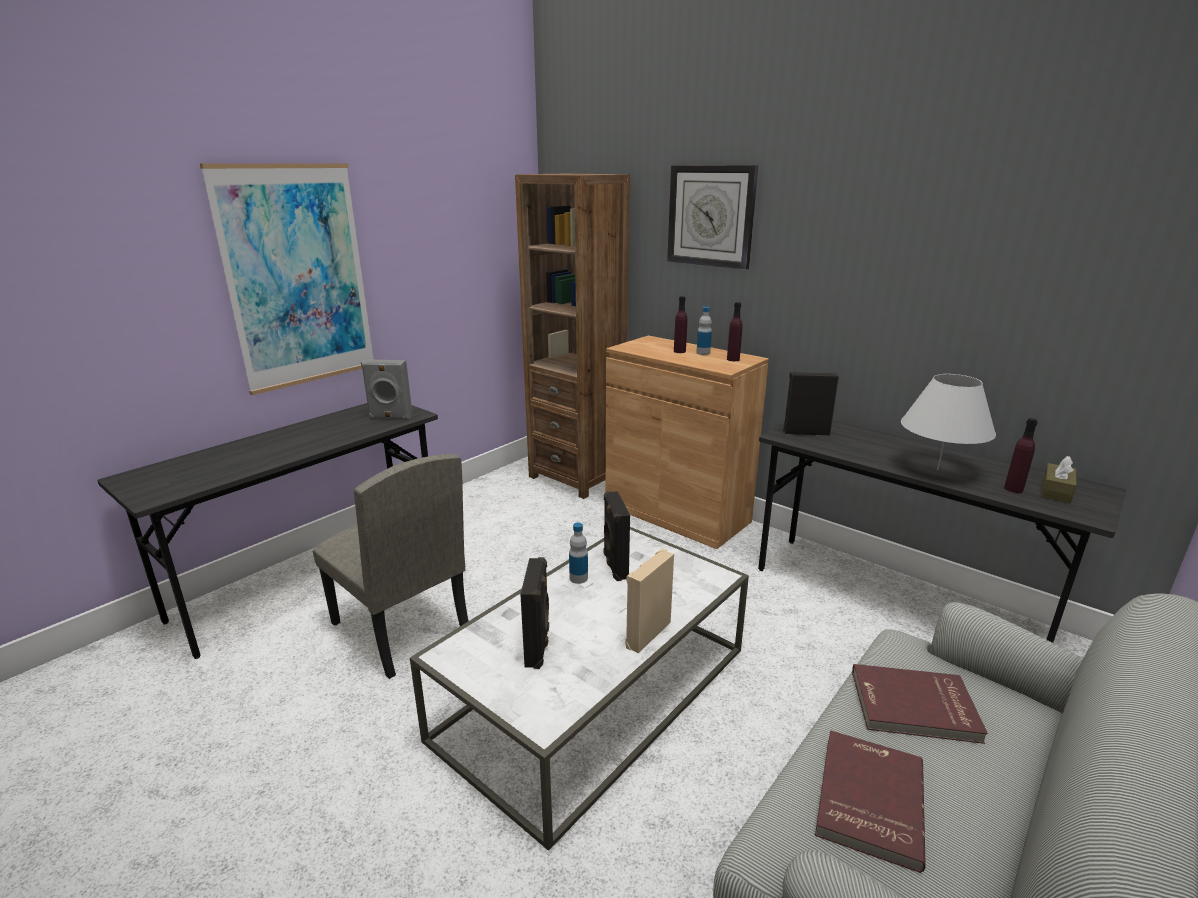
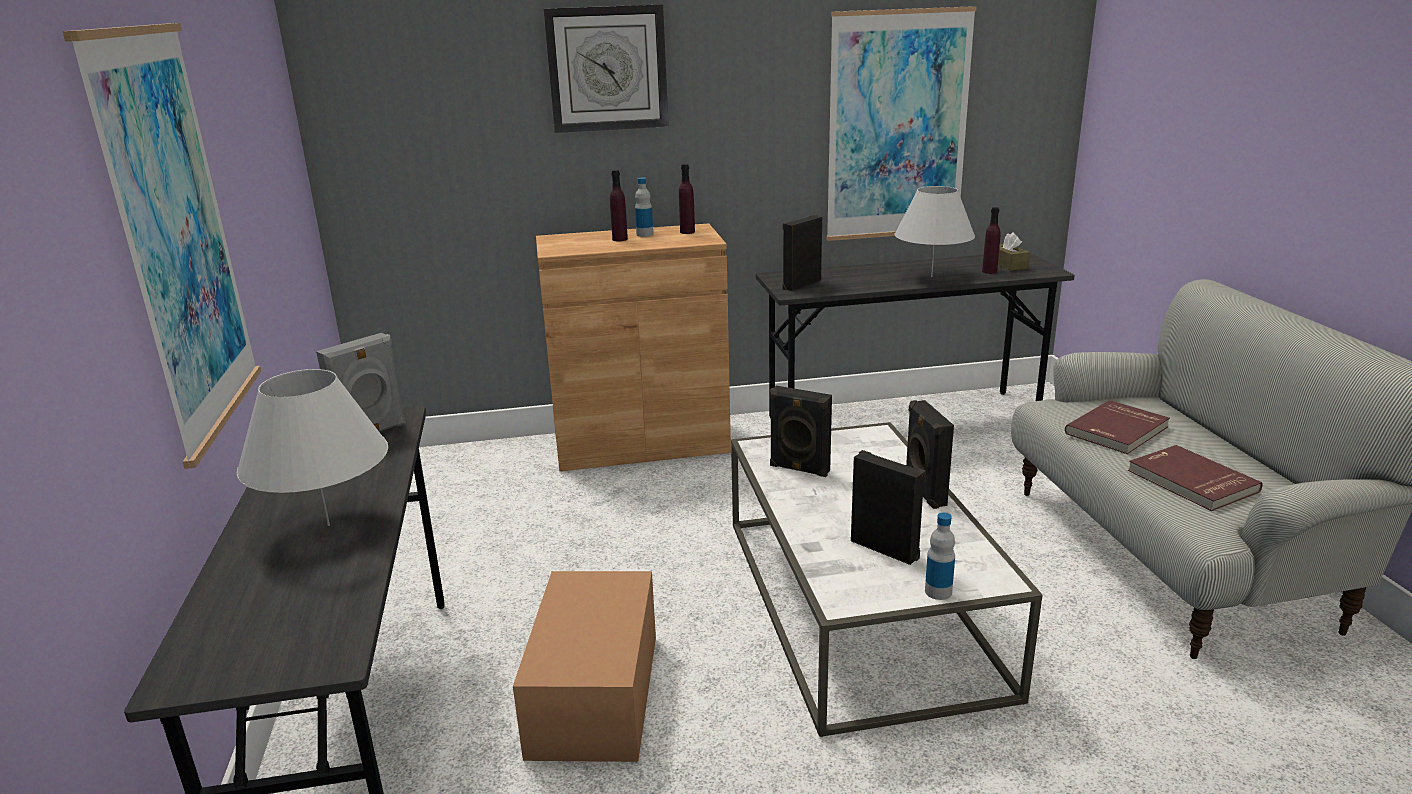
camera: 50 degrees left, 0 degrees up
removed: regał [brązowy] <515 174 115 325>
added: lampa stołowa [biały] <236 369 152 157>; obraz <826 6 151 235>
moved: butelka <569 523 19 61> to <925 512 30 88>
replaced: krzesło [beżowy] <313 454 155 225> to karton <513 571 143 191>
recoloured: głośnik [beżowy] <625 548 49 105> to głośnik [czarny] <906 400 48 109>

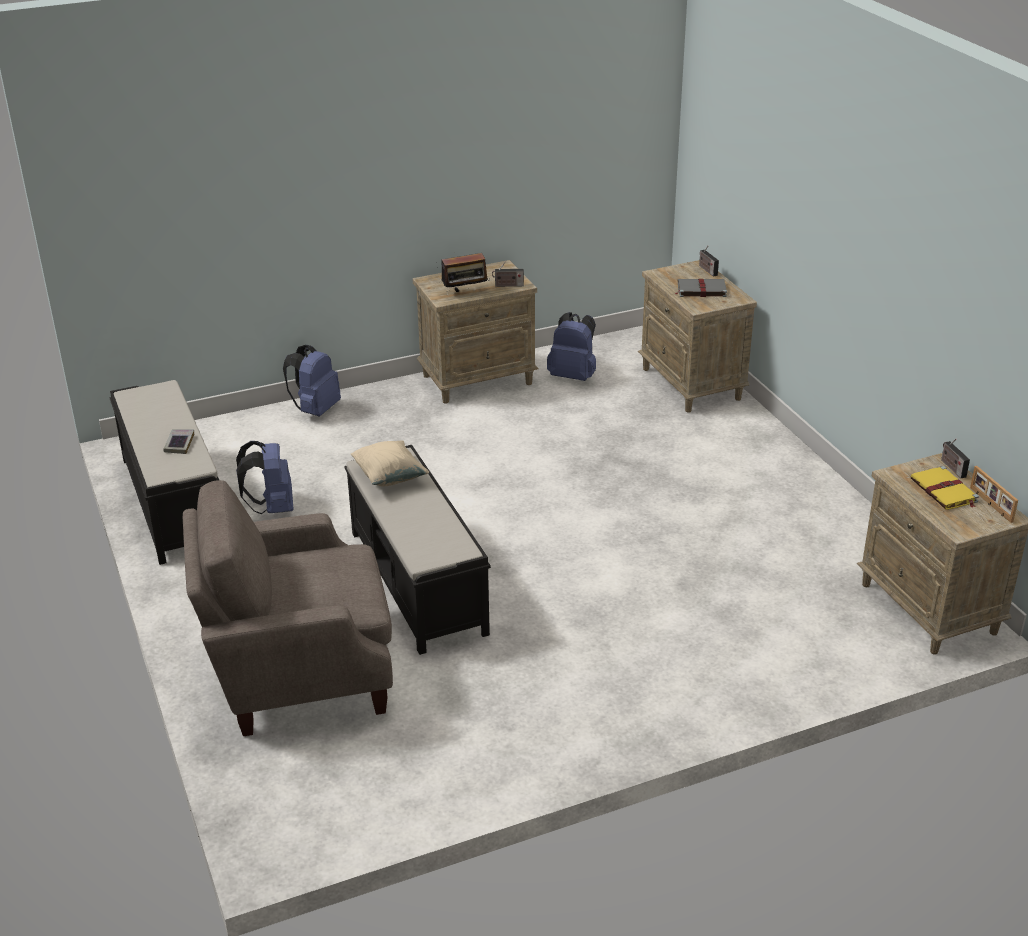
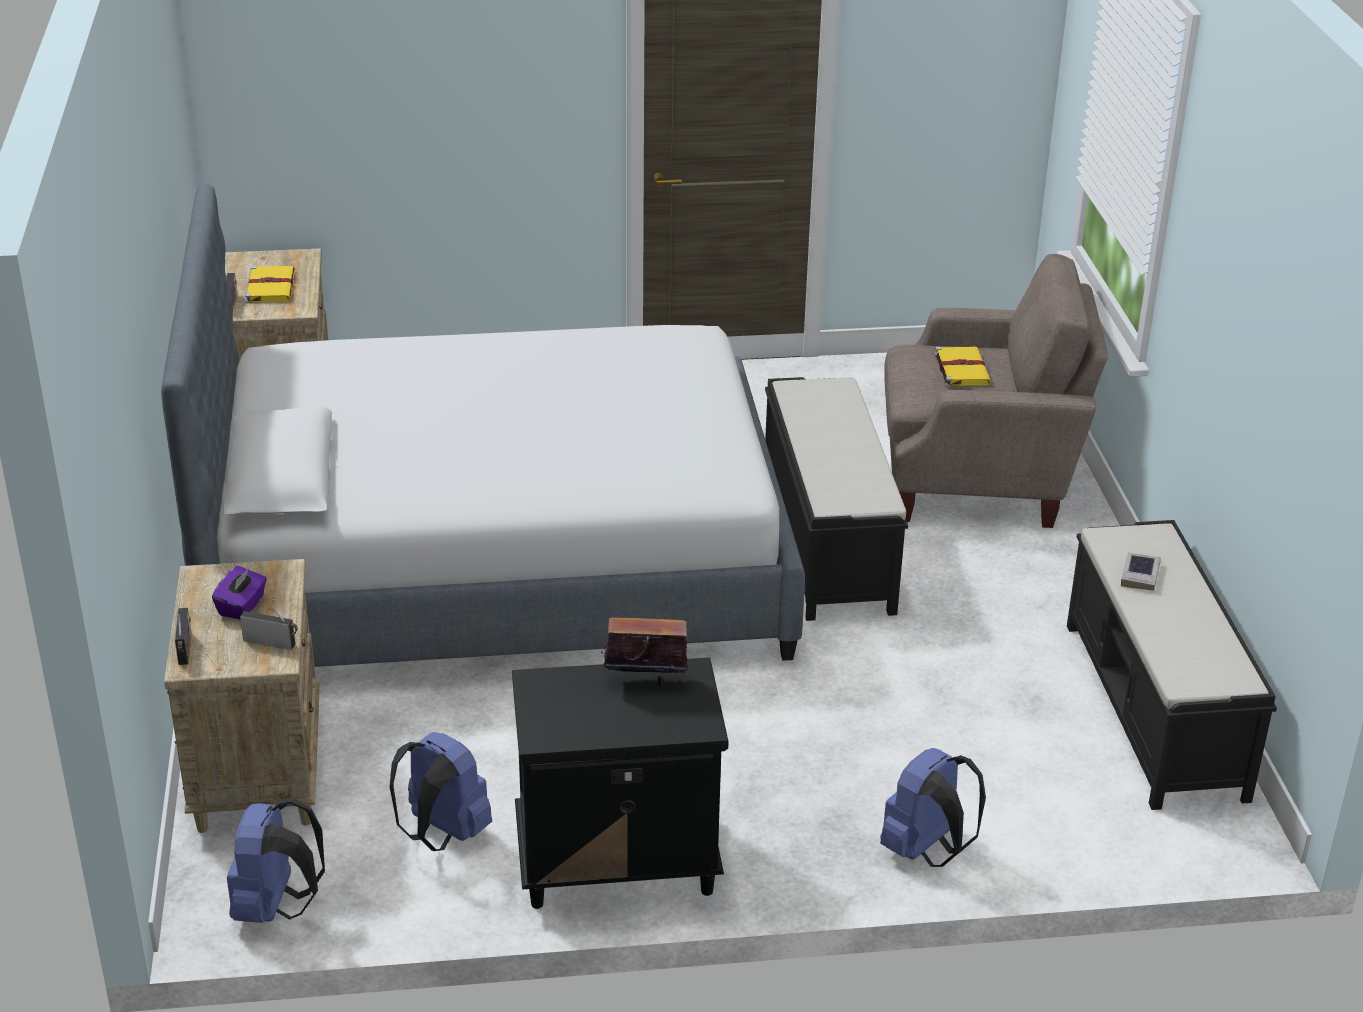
camera: 165 degrees left, 0 degrees up
removed: poduszka [beżowy] <351 440 78 47>; ramka na zdjęcie <970 466 48 57>
added: łóżko <161 183 644 484>; książka [żółty] <935 347 56 40>
moved: plecak [niebieski] <236 441 57 73> to <227 799 98 124>; radio <492 262 32 25> to <240 605 58 45>
replaced: książka [szary] <676 279 51 18> to pudełko chusteczek [fioletowy] <212 566 55 54>
recoloured: szafka nocna [beżowy] <413 260 126 143> to szafka nocna [czarny] <512 657 216 252>

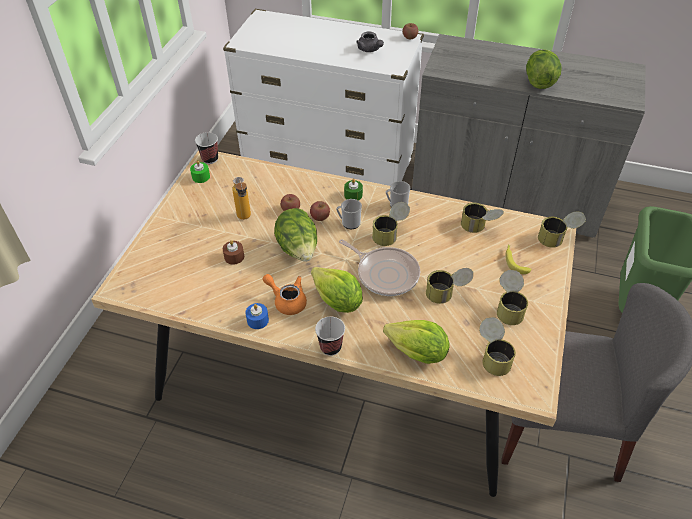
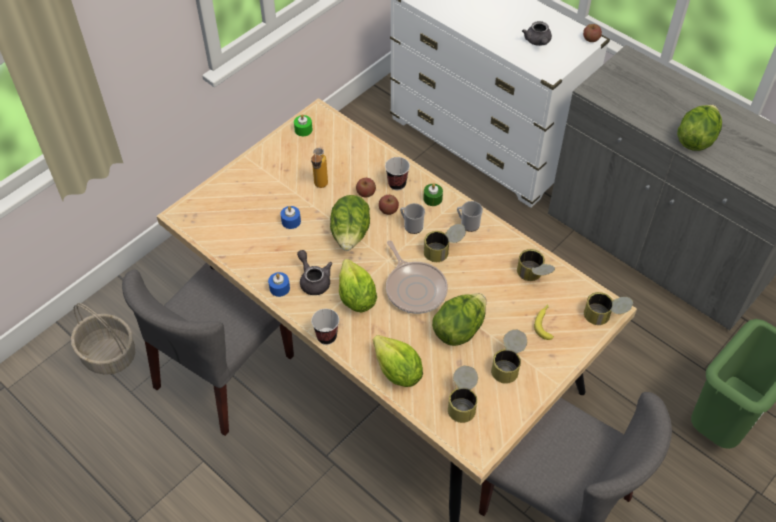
camera: 25 degrees right, 5 degrees up
added: koszyk <71 303 64 72>; krzesło [szary] <122 263 172 173>
moved: filiżanka <195 132 23 32> to <385 157 25 33>
replaced: puszka <426 268 47 36> to sałata <432 293 54 53>
recoloured: świeca [brązowy] <223 240 21 25> to świeca [niebieski] <281 206 20 23>; imbryk [pomarańczowy] <263 274 44 41> to imbryk [szary] <297 250 35 45>

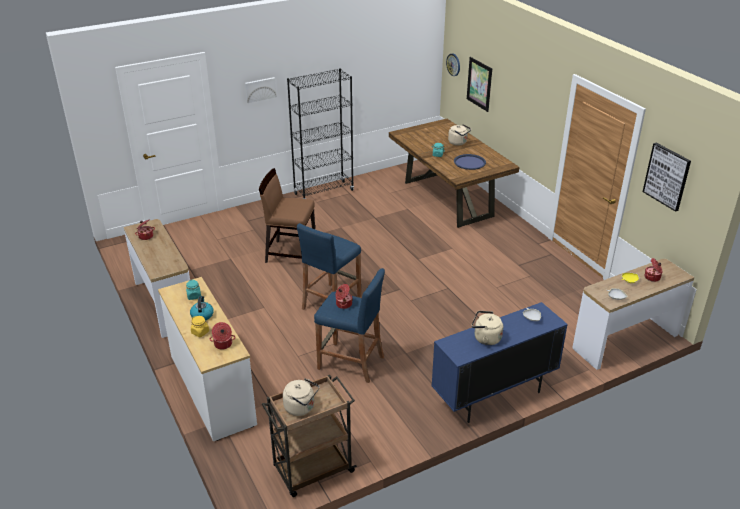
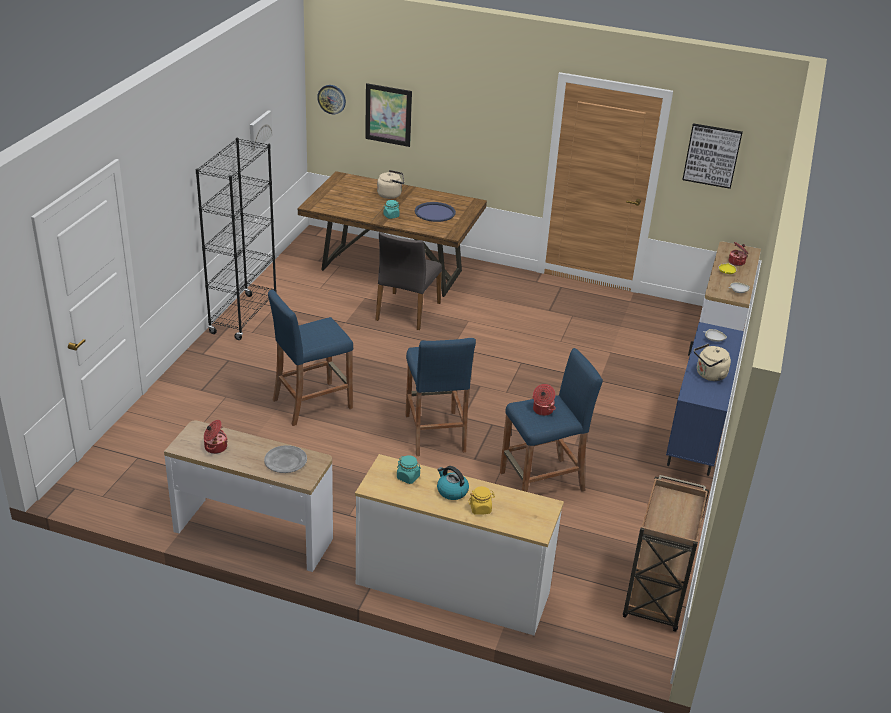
camera: 45 degrees left, 0 degrees up
removed: garnek <210 322 25 28>; czajnik [beżowy] <283 378 37 38>
added: talerz [szary] <264 445 43 28>; krzesło [szary] <376 232 66 98>
moved: obraz <245 77 31 26> to <250 110 22 41>
replaced: krzesło [brązowy] <259 168 56 95> to stołek [niebieski] <268 290 85 136>

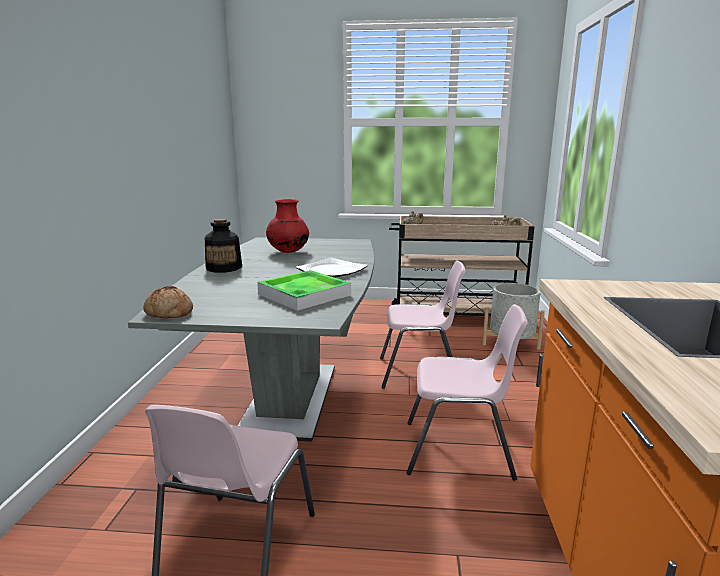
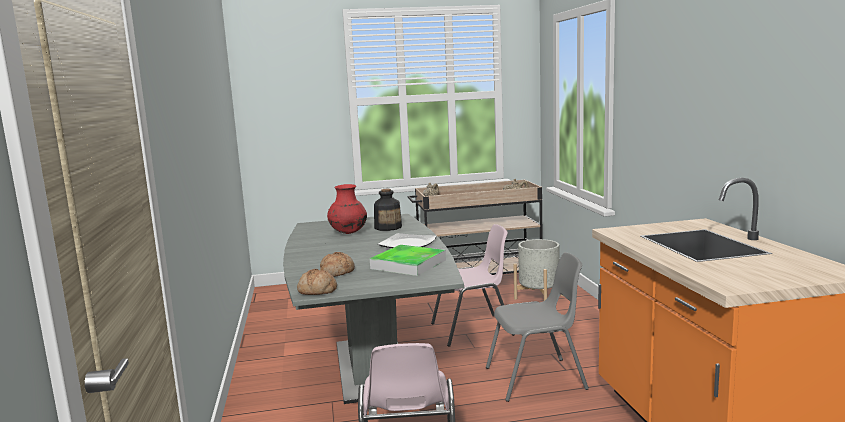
camera: 15 degrees left, 5 degrees down
added: chleb <320 252 35 25>
moved: butelka <205 219 37 54> to <374 189 28 42>
recoloured: krzesło [różowy] <406 304 122 177> to krzesło [szary] <486 252 103 150>

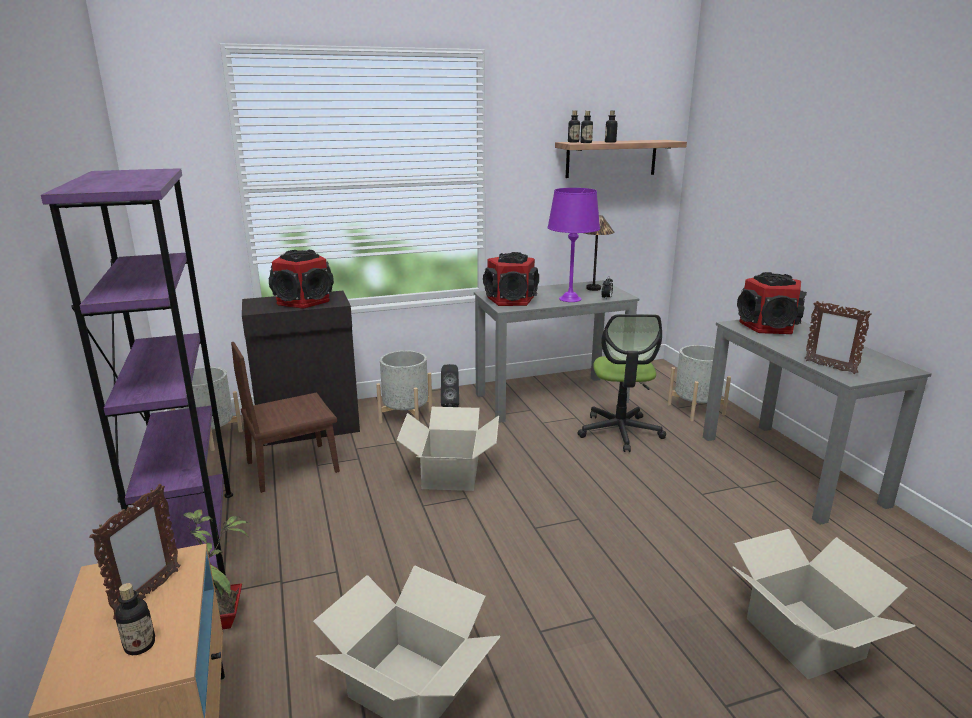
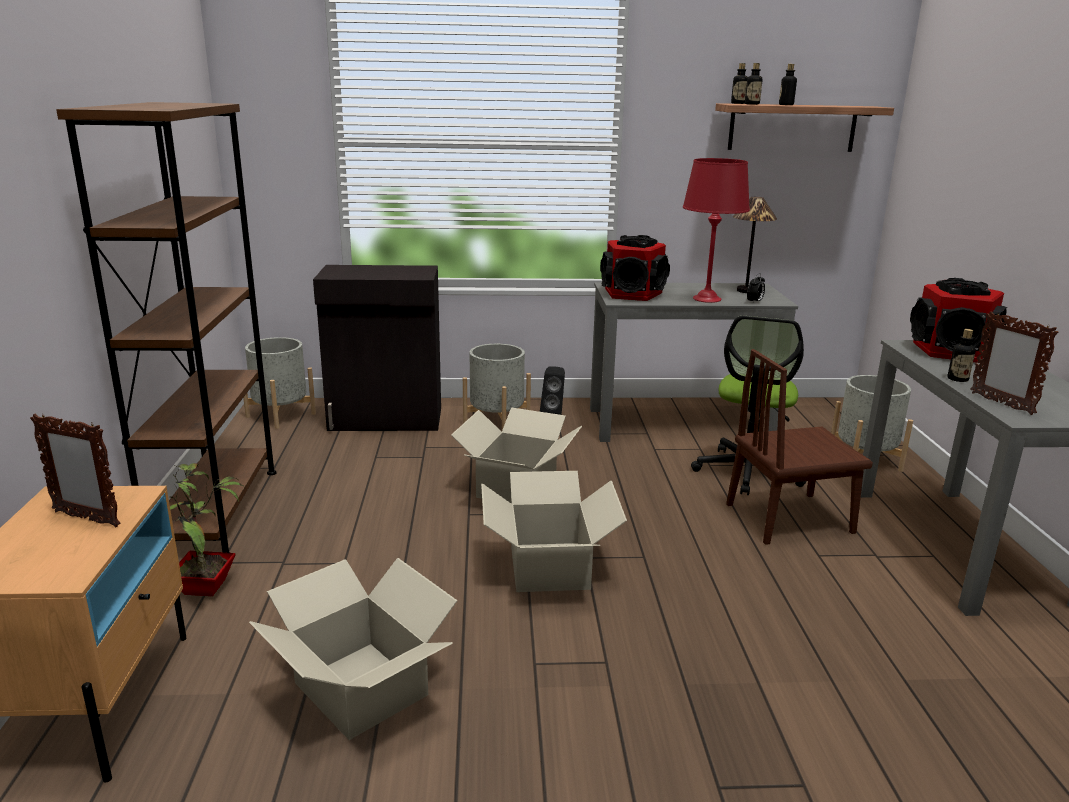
camera: 15 degrees right, 0 degrees up
removed: głośnik <269 250 65 59>
moved: karton <733 529 183 150> to <481 471 146 121>; krzesło [brązowy] <231 342 109 151> to <726 349 147 196>; butelka <115 583 40 72> to <947 329 29 53>
recoloured: regał [fioletowy] <41 168 192 408> to regał [brązowy] <56 102 220 451>; lampa stołowa [fioletowy] <547 188 53 114> to lampa stołowa [czerwony] <683 158 67 145>
turned: ramka na zdjęcie <89 484 92 135> = <30 414 90 113> 75 degrees clockwise

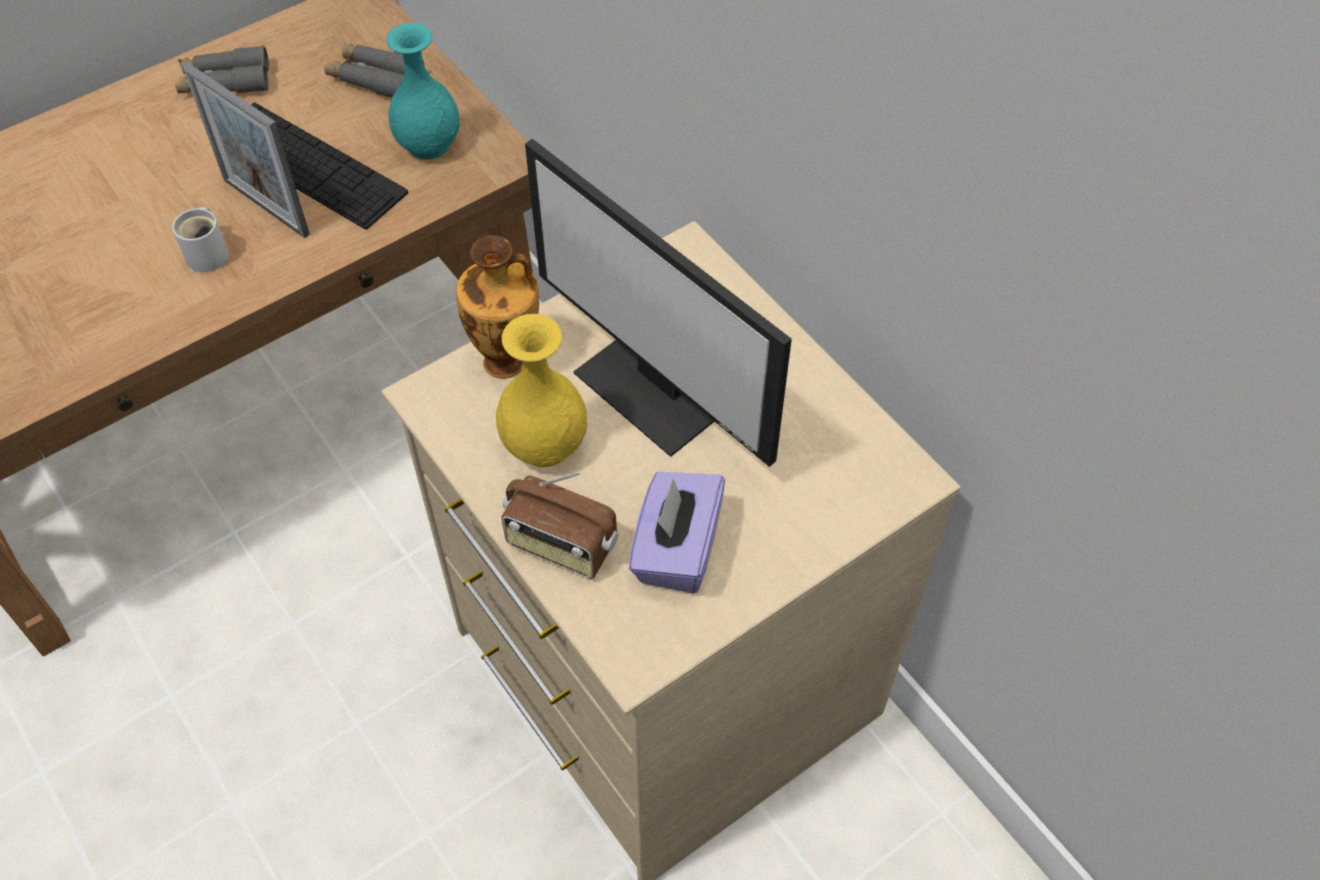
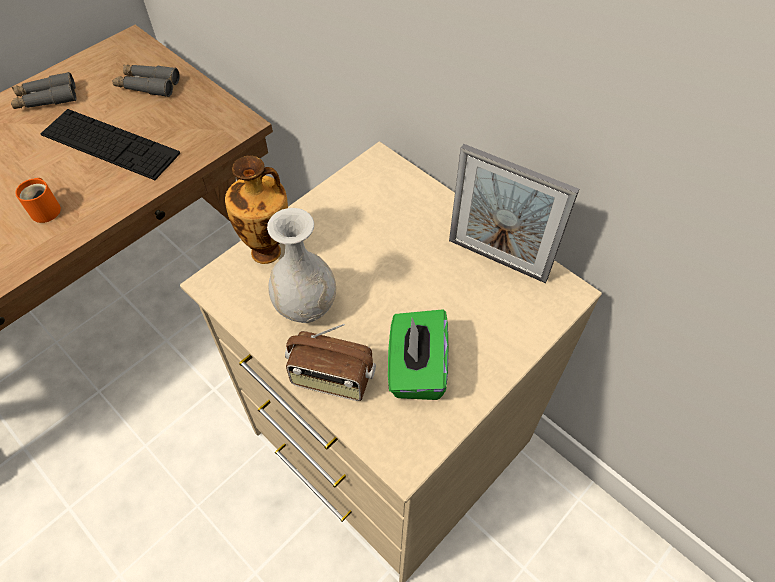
camera: 10 degrees left, 0 degrees up
removed: wazon [turkusowy] <386 23 74 137>; monitor <525 139 267 328>
moved: ramka na zdjęcie <183 63 127 175> to <449 144 130 139>
recoloured: kubek [biały] <172 207 57 65> to kubek [pomarańczowy] <15 178 46 45>; wazon [żółty] <496 314 91 153> to wazon [biały] <267 208 69 115>; pudełko chusteczek [fioletowy] <629 472 96 122> to pudełko chusteczek [zielony] <388 309 60 91>

